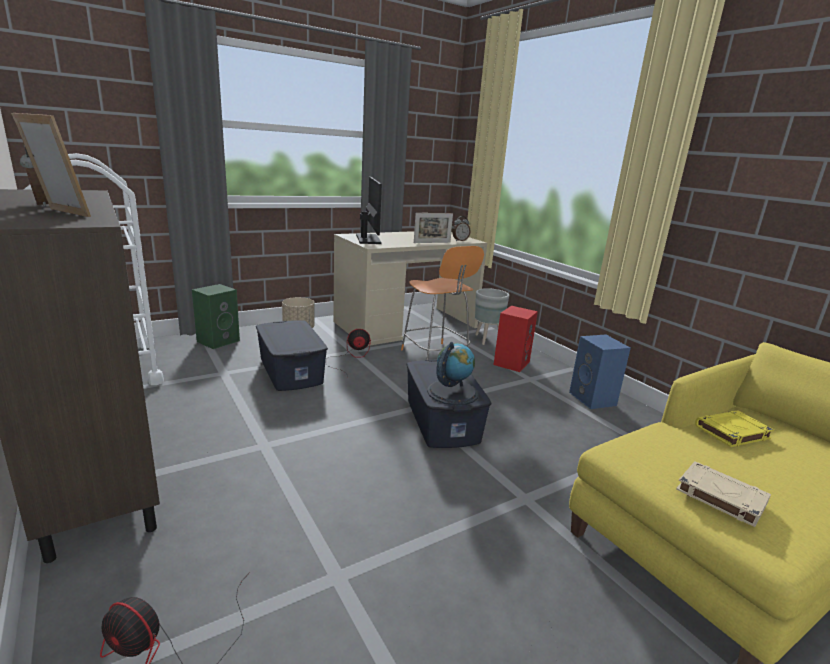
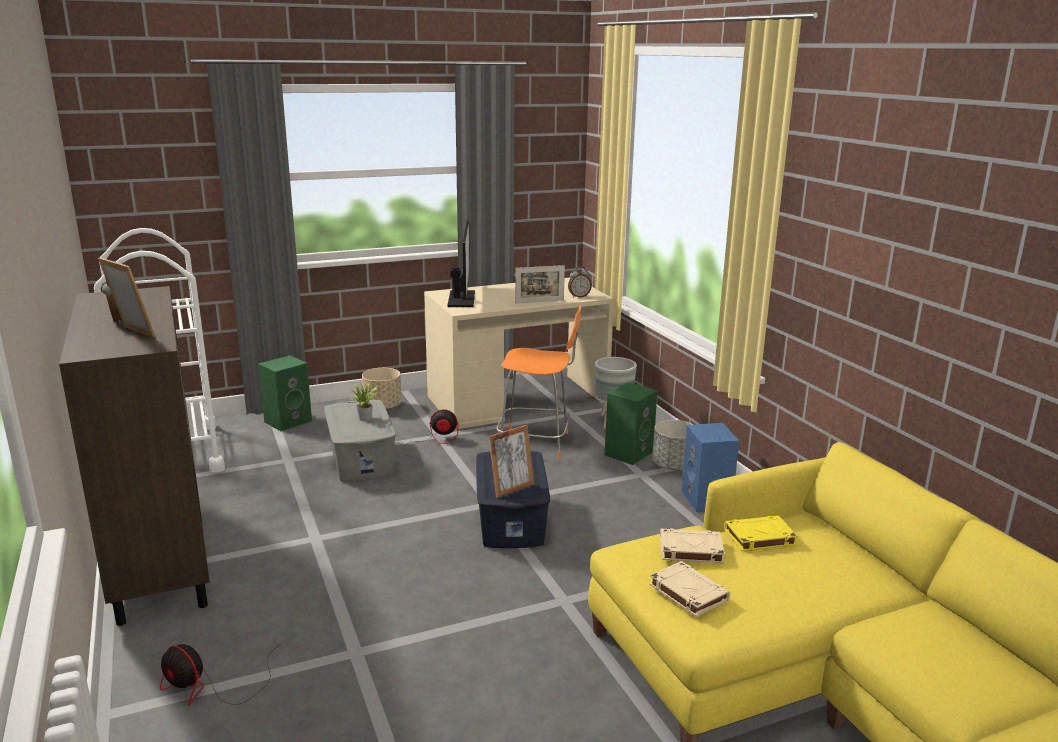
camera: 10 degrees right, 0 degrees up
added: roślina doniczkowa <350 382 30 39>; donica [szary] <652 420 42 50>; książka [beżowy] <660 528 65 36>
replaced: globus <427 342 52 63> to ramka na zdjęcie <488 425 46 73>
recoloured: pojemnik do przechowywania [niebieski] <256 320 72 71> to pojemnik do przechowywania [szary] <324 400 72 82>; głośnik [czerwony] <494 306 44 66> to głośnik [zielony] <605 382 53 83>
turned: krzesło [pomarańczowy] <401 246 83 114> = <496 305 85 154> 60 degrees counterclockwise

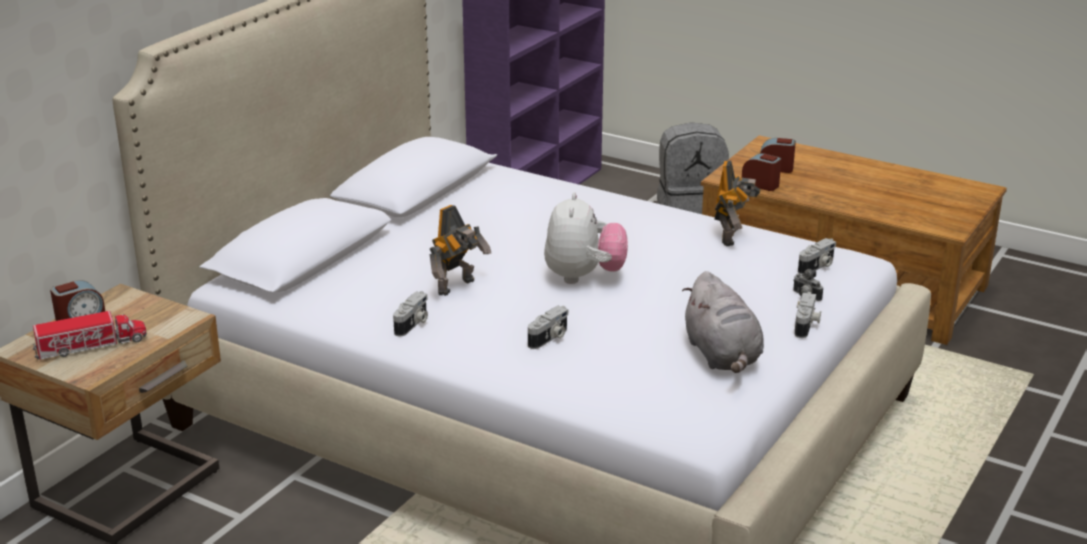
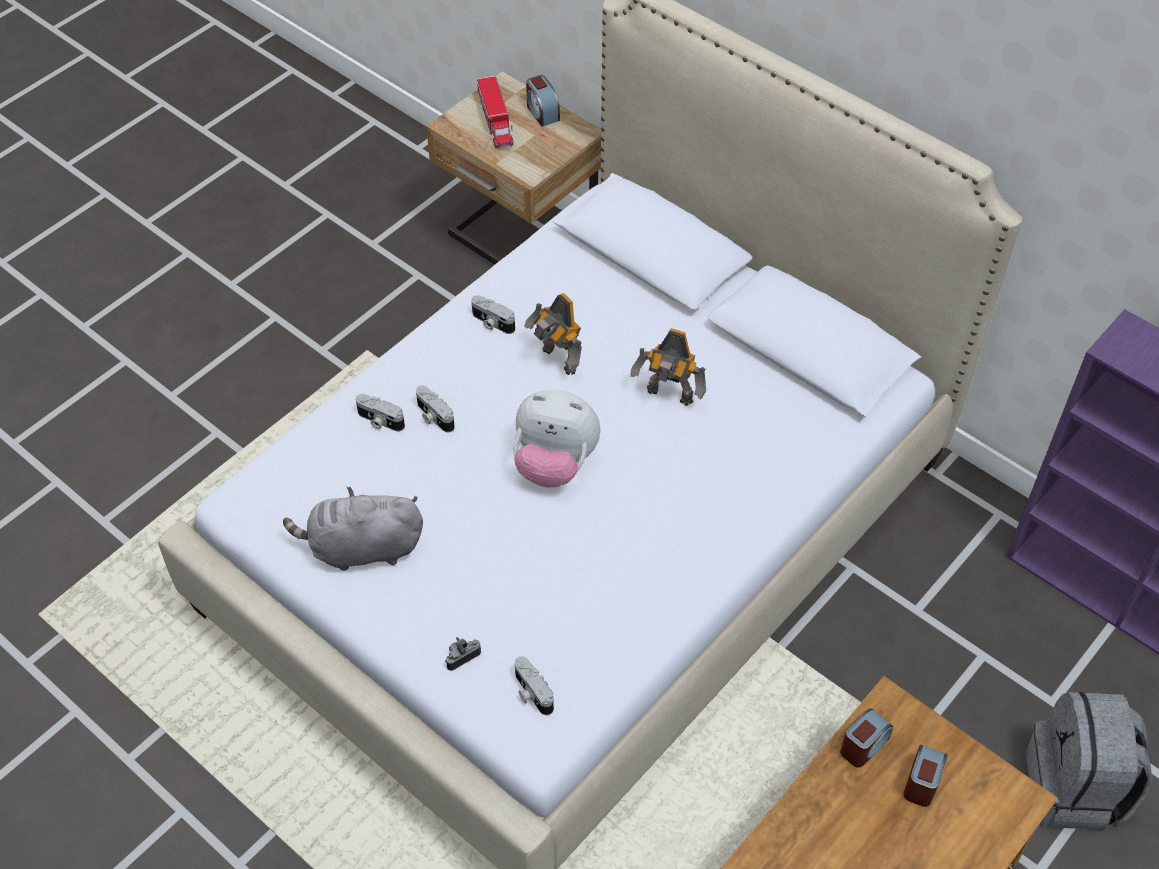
camera: 100 degrees right, 25 degrees up
moved: aparat fotograficzny <795 292 26 46> to <356 394 49 37>; robot zabawkowy <715 161 46 85> to <630 328 76 78>

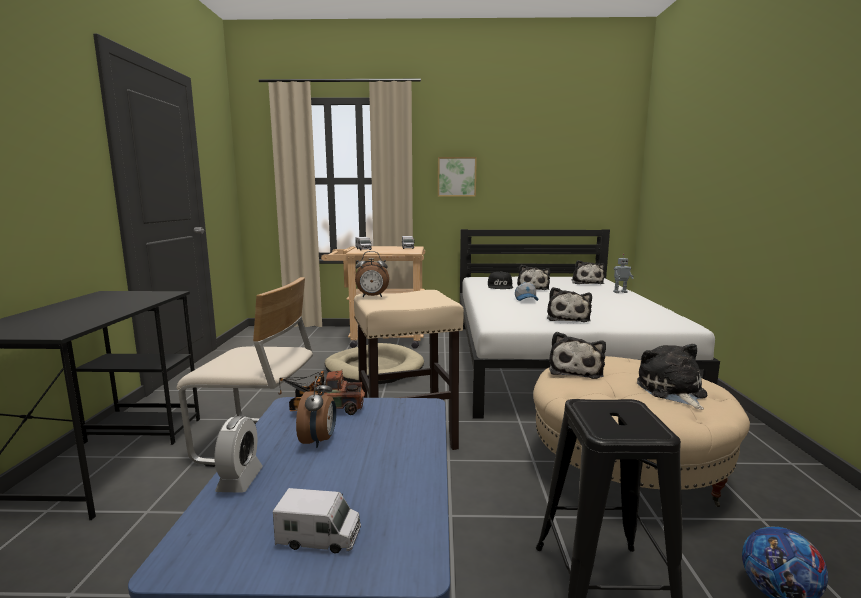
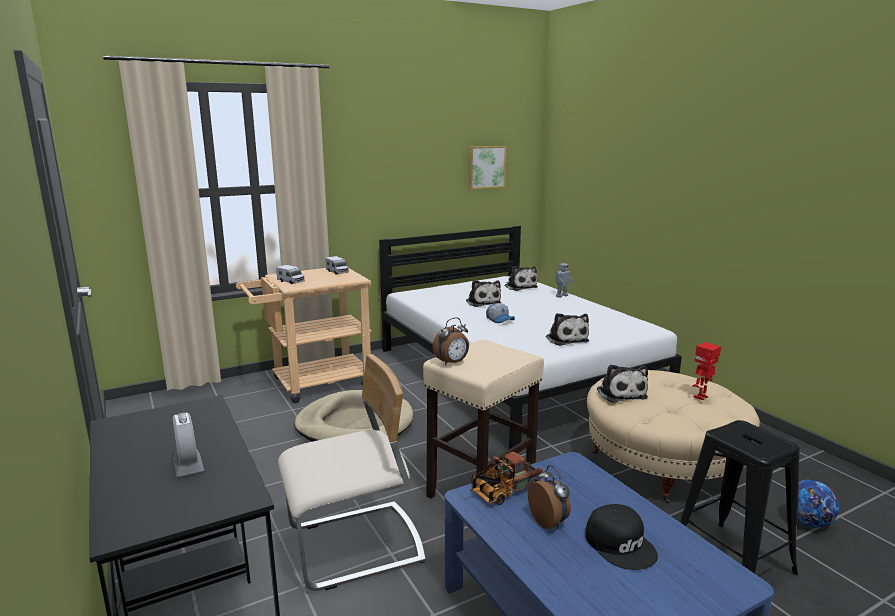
camera: 30 degrees left, 5 degrees up
removed: ciężarówka zabawkowa <273 488 88 66>
moved: budzik <214 416 49 77> to <172 412 32 65>; obraz <438 157 39 40> to <469 146 37 43>; czapka z daszkiem [czarny] <488 271 25 18> to <585 504 73 66>
replaced: pluszak <637 344 70 65> to robot zabawkowy <692 342 29 58>

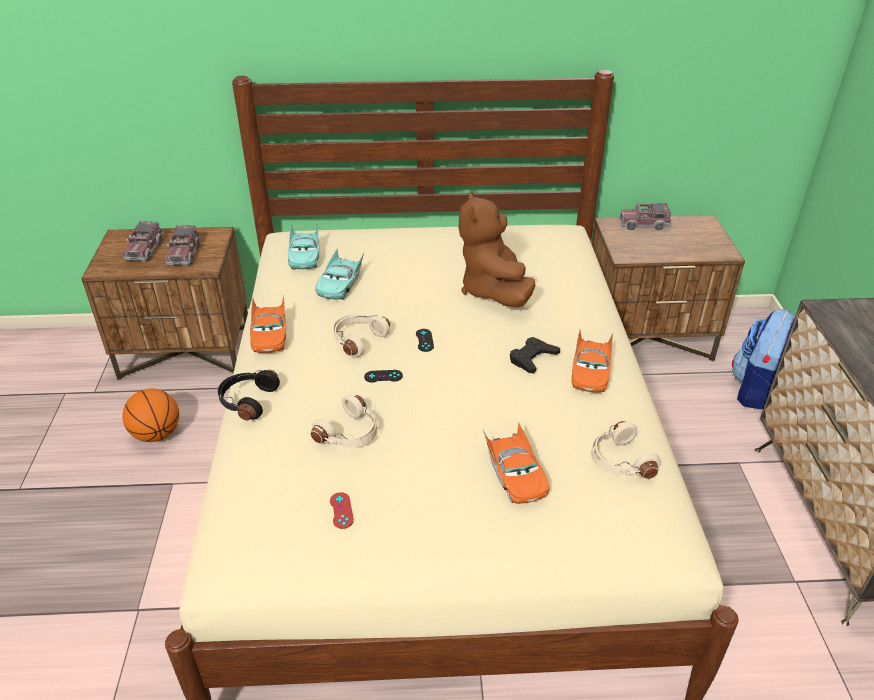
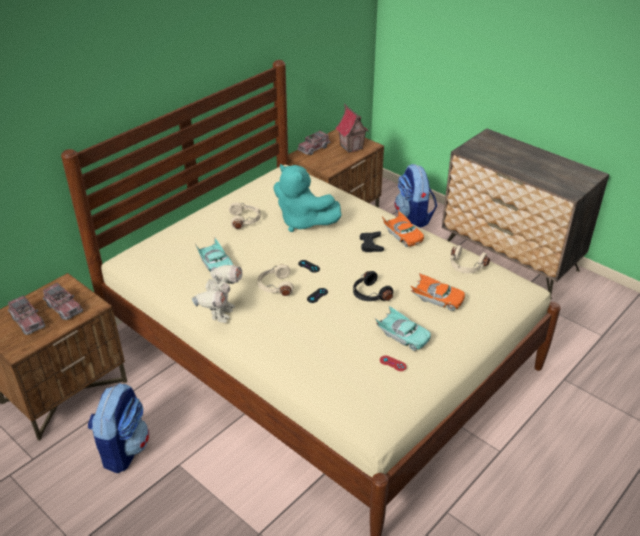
camera: 45 degrees left, 0 degrees up
added: domek <335 103 34 50>
moved: słuchawki [beżowy] <311 395 66 52> to <229 202 32 27>; słuchawki [czarny] <218 370 62 51> to <353 271 40 30>; samochodzik [turkusowy] <288 225 31 44> to <375 306 56 45>
replaced: piłka do koszykówki <122 388 57 54> to plecak <88 383 61 90>; samochodzik [pomarańczowy] <250 296 36 57> to robot zabawkowy <192 265 50 58>
recoloured: pluszak [brązowy] <459 191 76 116> to pluszak [turkusowy] <273 164 68 68>

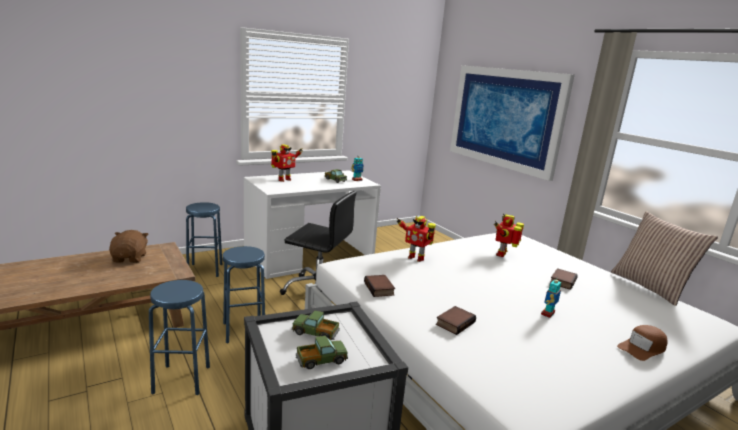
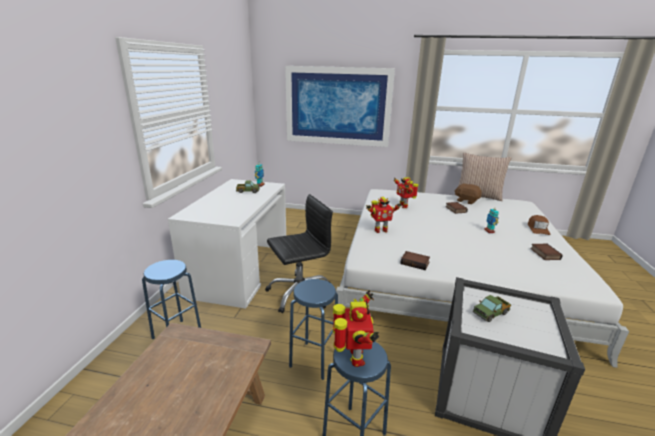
camera: 45 degrees left, 5 degrees up
removed: ciężarówka zabawkowa <296 336 52 33>
moved: robot zabawkowy <271 144 32 38> to <332 290 47 77>; pluszak [brązowy] <109 230 40 33> to <454 184 28 20>; książka <436 306 40 29> to <531 244 31 16>

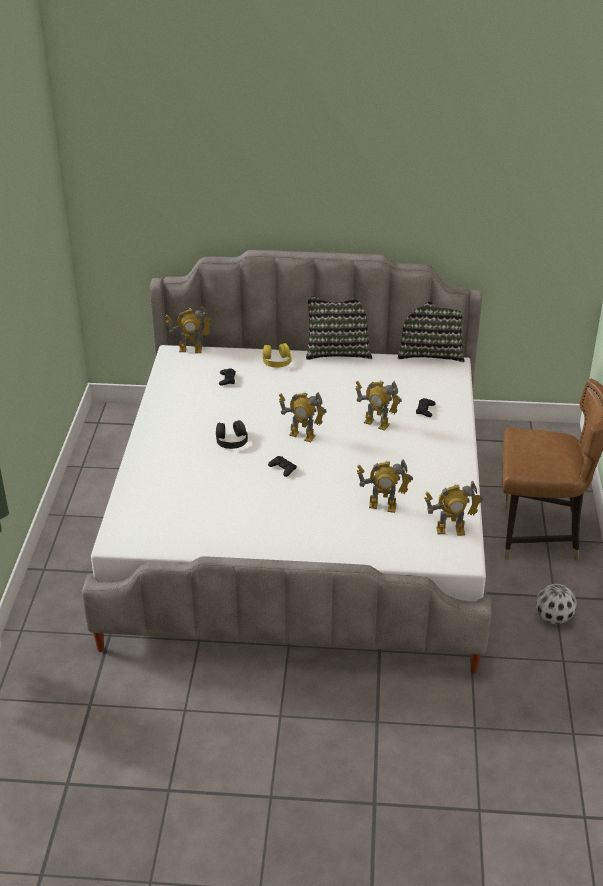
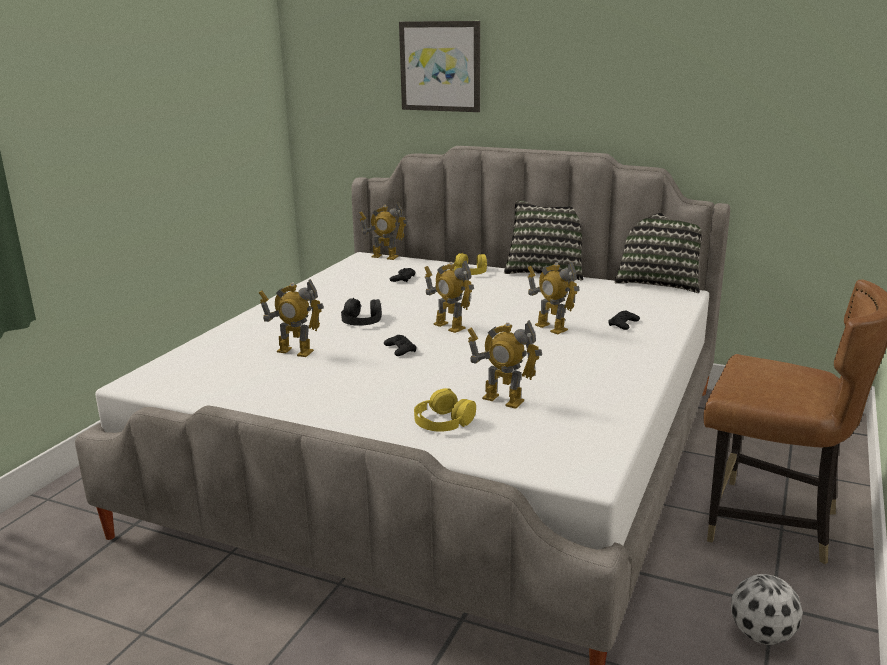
camera: 20 degrees right, 15 degrees down
added: obraz <399 21 81 91>; słuchawki [żółty] <414 388 62 44>
moved: robot zabawkowy <424 481 59 55> to <259 279 65 78>

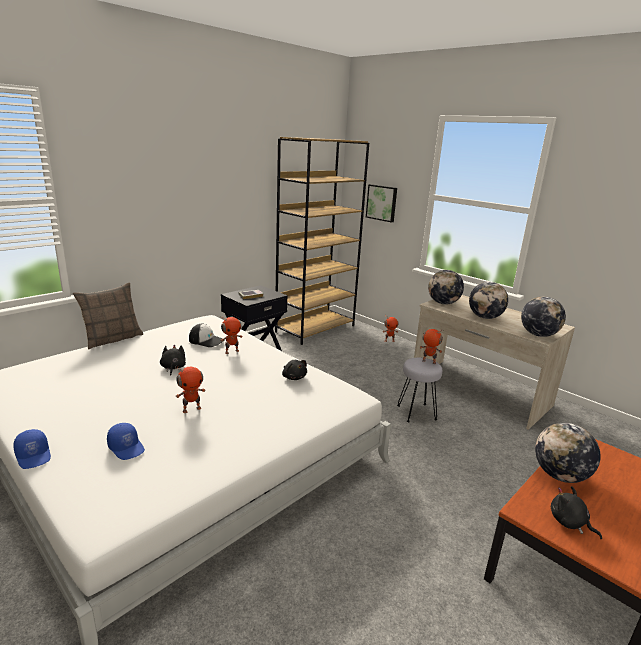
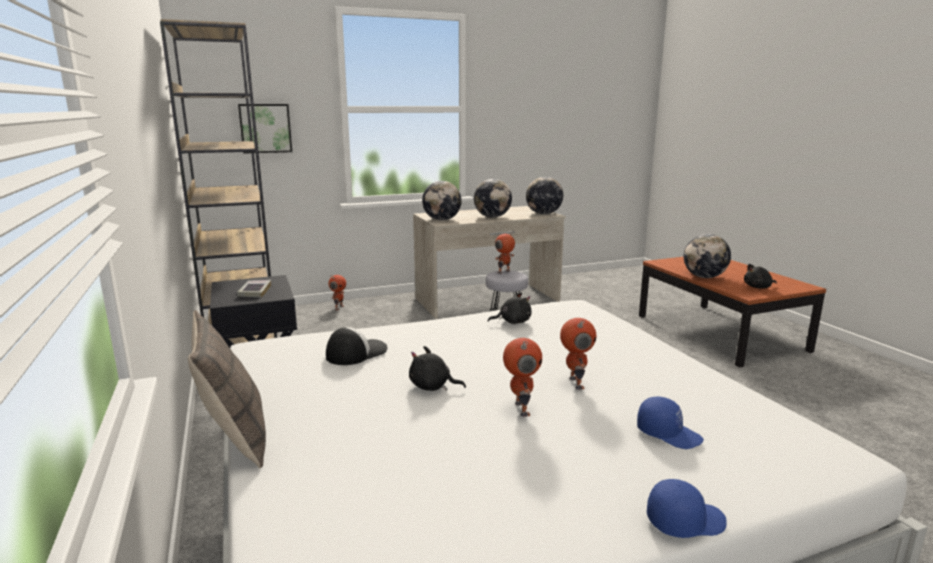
camera: 65 degrees left, 5 degrees down
moved: robot zabawkowy <220 316 23 38> to <503 338 39 79>
turned: czapka z daszkiem [niebieski] <107 423 38 37> = <637 397 67 52> 60 degrees clockwise

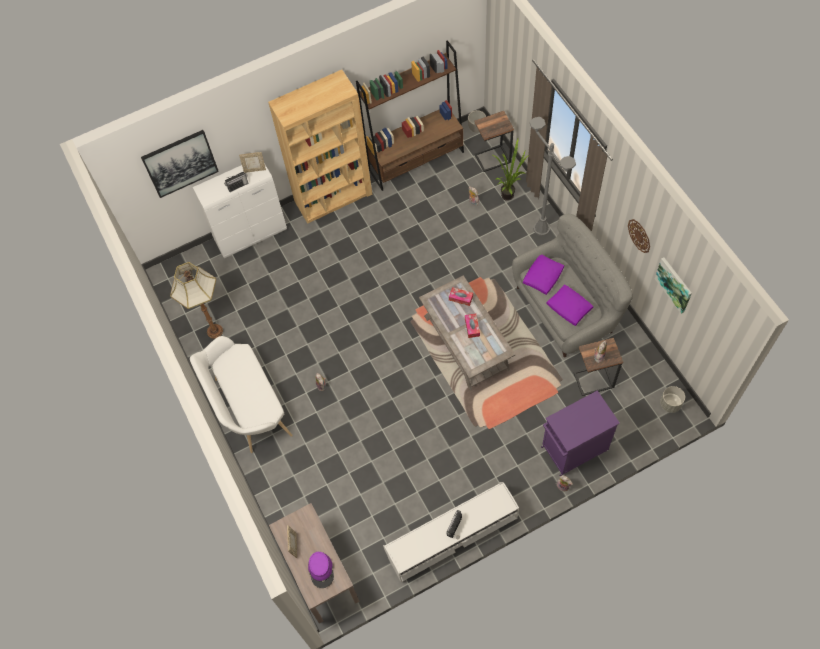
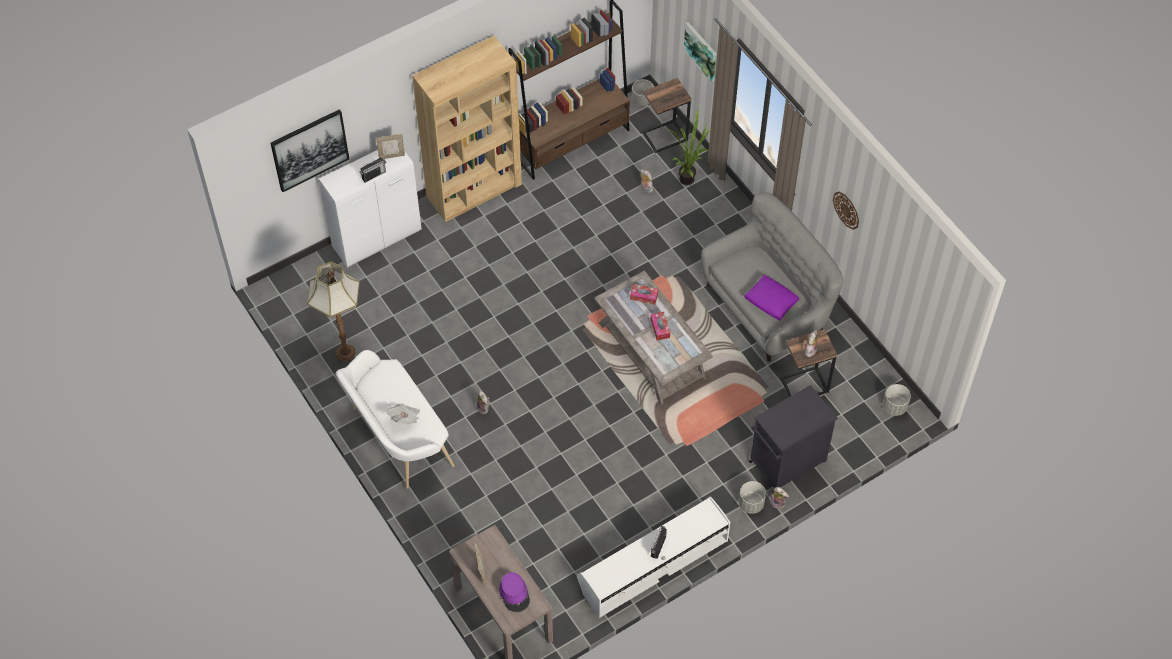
camera: 10 degrees left, 5 degrees down
removed: poduszka [fioletowy] <523 255 41 40>; lampa stojąca [szary] <530 117 46 119>
added: gazeta <387 404 33 21>; donica [szary] <739 481 27 33>
moved: obraz <655 258 37 56> to <684 22 32 60>
recoloured: szafka [fioletowy] <541 390 79 86> to szafka [czarny] <749 385 89 108>

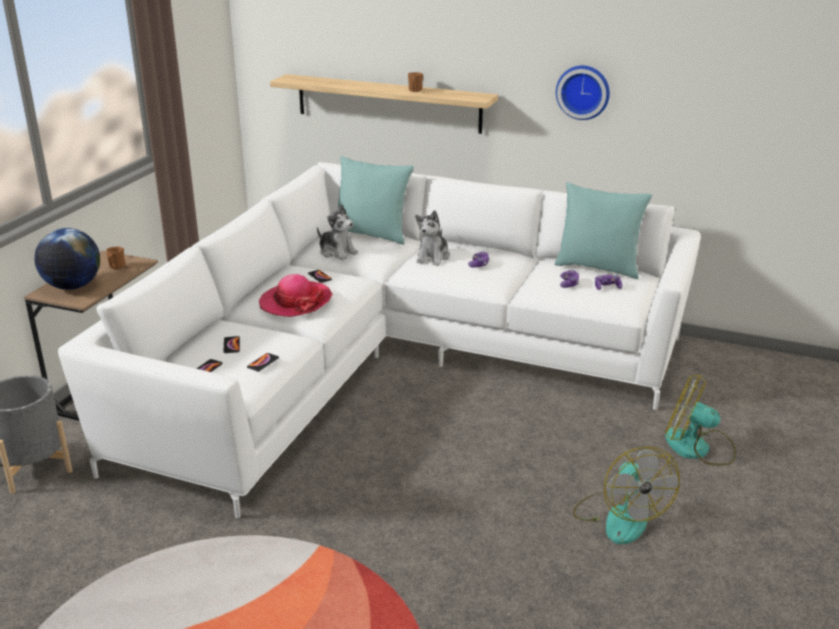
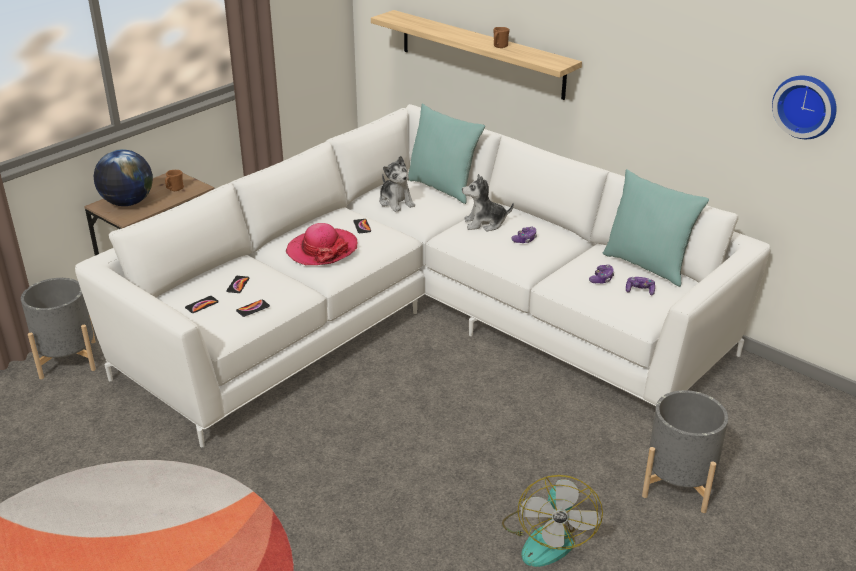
camera: 20 degrees right, 5 degrees up
moved: zegar ścienny <556 66 54 54> to <772 76 65 63>
replaced: wentylator <665 375 71 90> to donica [szary] <642 390 86 123>
turned: pluszak <415 210 35 56> = <462 174 52 57> 45 degrees clockwise

